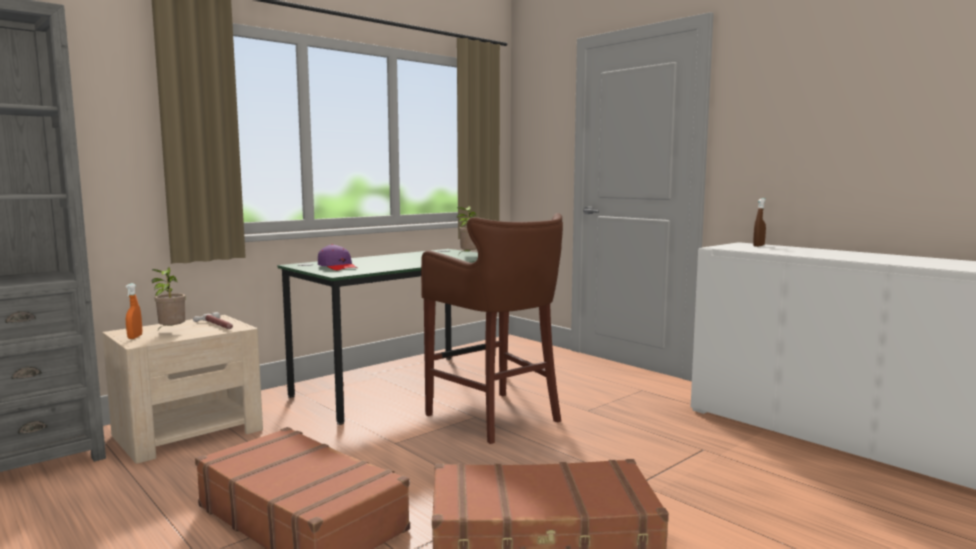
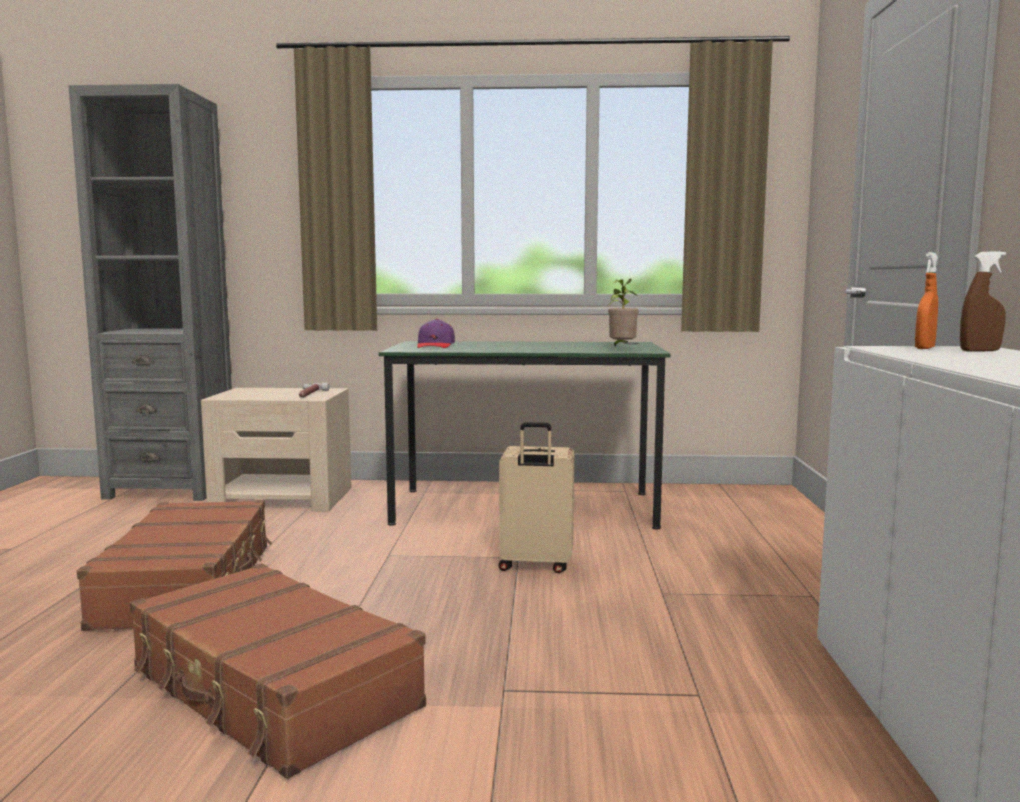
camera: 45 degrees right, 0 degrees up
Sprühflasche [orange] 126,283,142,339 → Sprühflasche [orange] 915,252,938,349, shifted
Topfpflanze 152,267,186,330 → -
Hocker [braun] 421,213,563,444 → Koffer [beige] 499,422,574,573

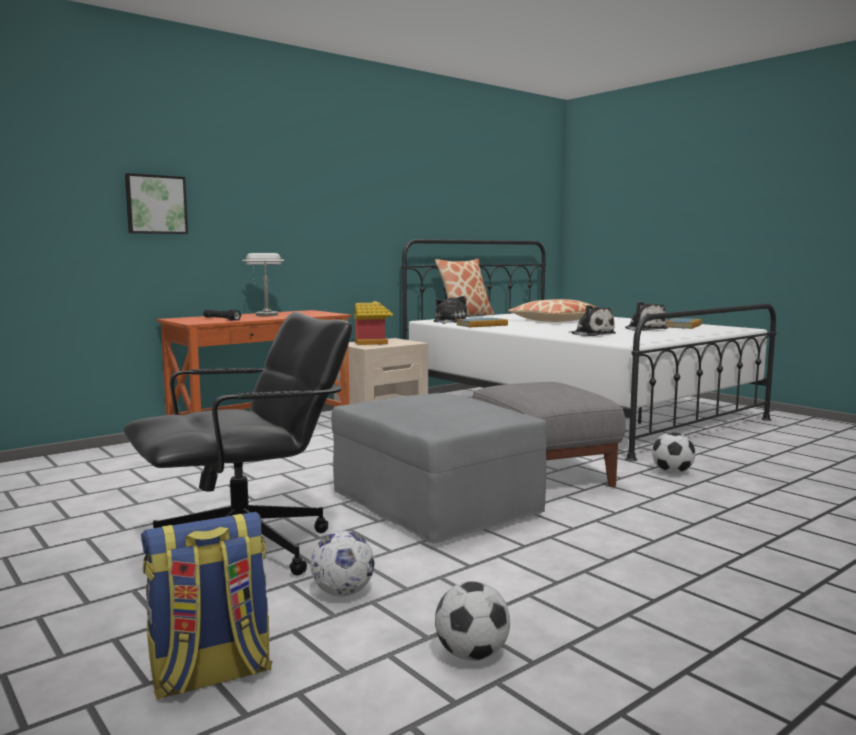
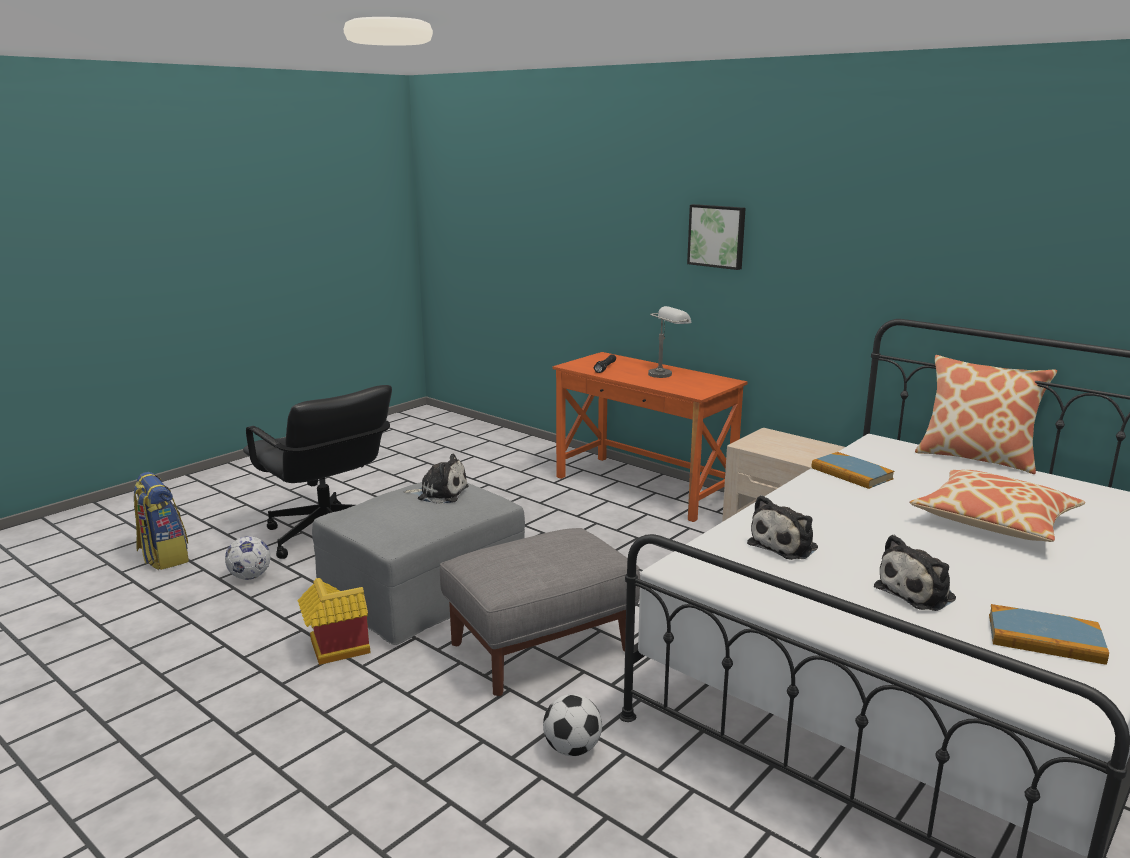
camera: 80 degrees right, 10 degrees up
Bild 125,173,188,234 → Bild 687,204,746,270, shifted
Spielzeughaus 354,301,393,345 → Spielzeughaus 297,578,370,665, shifted
Plüschtier 434,296,467,324 → Plüschtier 404,454,469,504, shifted
Fußball 435,581,510,661 → -

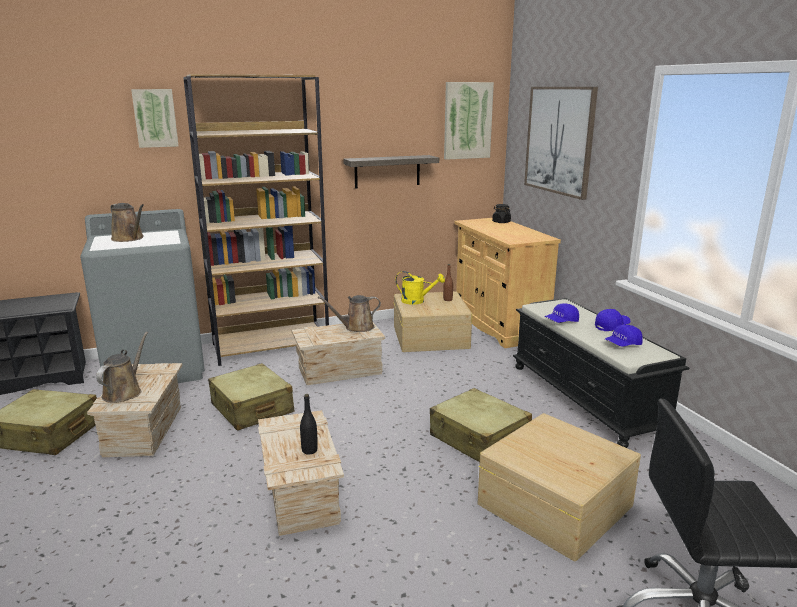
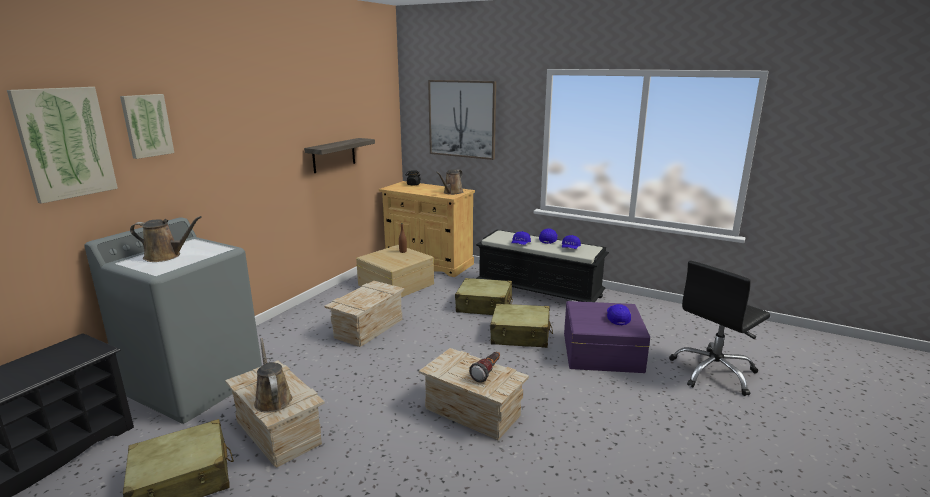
camera: 40 degrees left, 0 degrees up
Bücherregal [braun] 183,74,329,366 → -
Koffer [beige] 208,363,294,431 → Koffer [beige] 455,278,513,315, shifted
Flasche [schwarz] 300,394,318,455 → Taschenlampe 469,352,500,383
Gießkanne [braun] 318,295,381,332 → Gießkanne [braun] 436,169,463,195, shifted
Gießkanne [gelb] 395,271,445,305 → -
Bild 444,82,494,160 → Bild 7,87,118,204, shifted
Aufbewahrungsbox [beige] 478,413,641,561 → Aufbewahrungsbox [lila] 564,301,650,373
- → Kappe [blau] 607,304,631,325

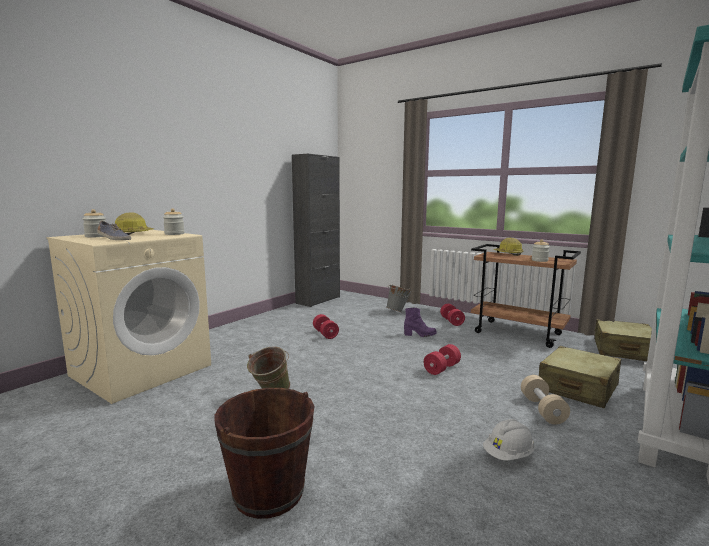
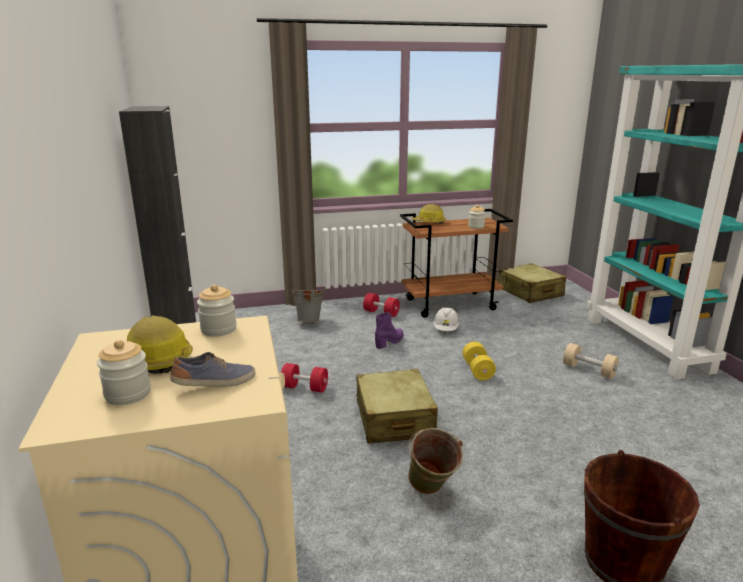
camera: 50 degrees left, 10 degrees up
Hantel [rot] 424,344,461,375 → Hantel [gelb] 463,342,496,381
Schutzhelm [weiß] 483,419,535,461 → Schutzhelm [weiß] 433,307,460,331, shifted
Koffer [beige] 539,346,621,408 → Koffer [beige] 356,369,438,444, shifted

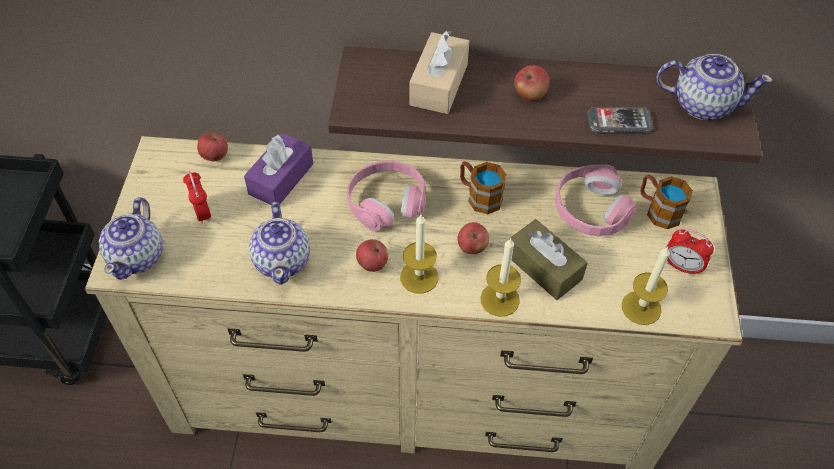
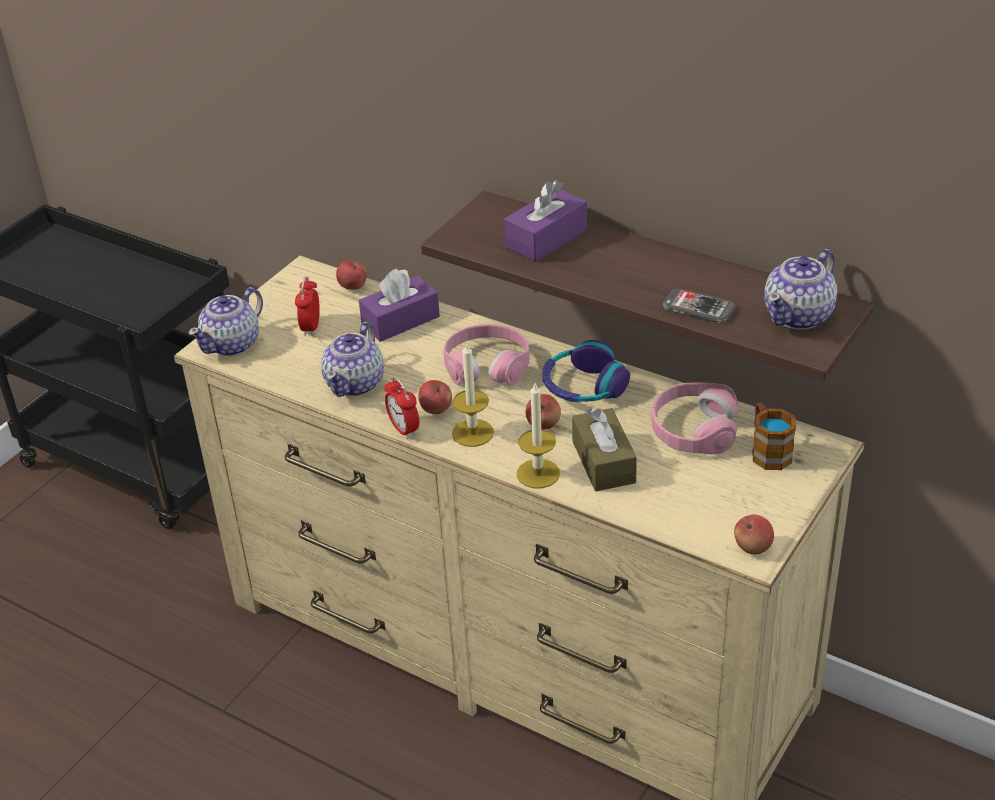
camera: 30 degrees right, 15 degrees down
Taschentuchbox [beige] 409,30,469,114 → Taschentuchbox [lila] 504,180,587,262
Henkelbecher 460,161,507,214 → Kopfhörer 542,340,630,402
Apfel 514,65,550,101 → Apfel 734,514,774,555, shifted
Kerze 622,247,670,325 → -
Teekanne 657,54,773,120 → Teekanne 764,249,837,330, 90 degrees clockwise
Wecker 667,229,714,276 → Wecker 384,376,419,439, shifted

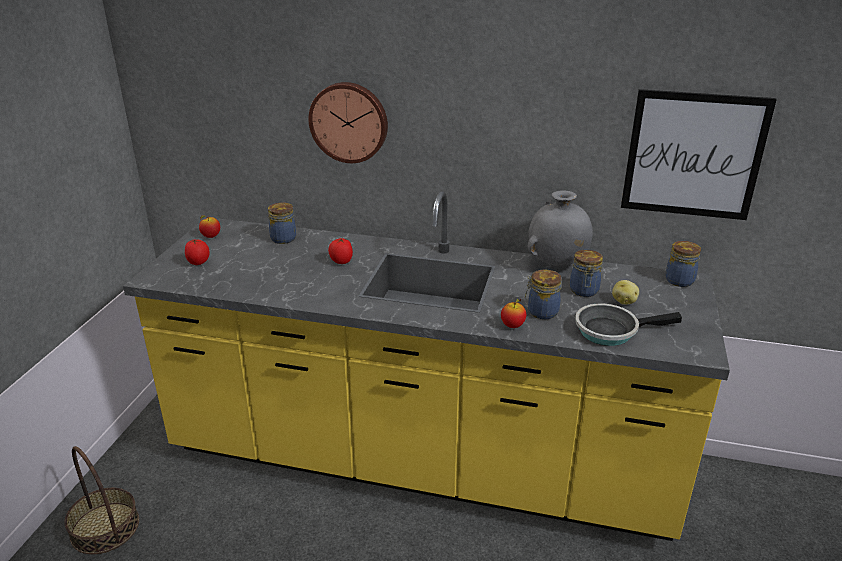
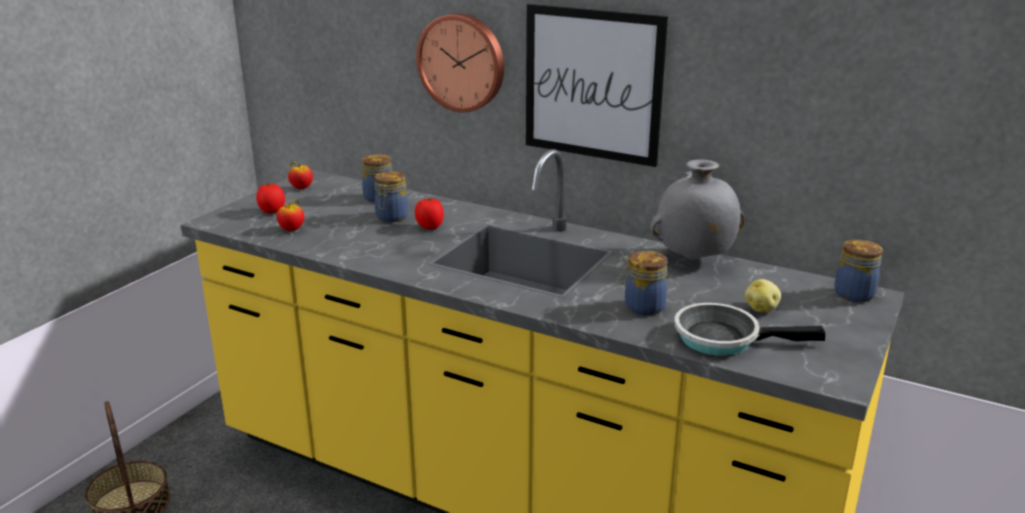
camera: 15 degrees right, 5 degrees down
Apfel 501,298,526,328 → Apfel 277,200,304,231, shifted
Vorratsglas 570,250,603,297 → Vorratsglas 374,171,408,222, shifted
Bild 621,89,777,220 → Bild 526,4,668,167, shifted

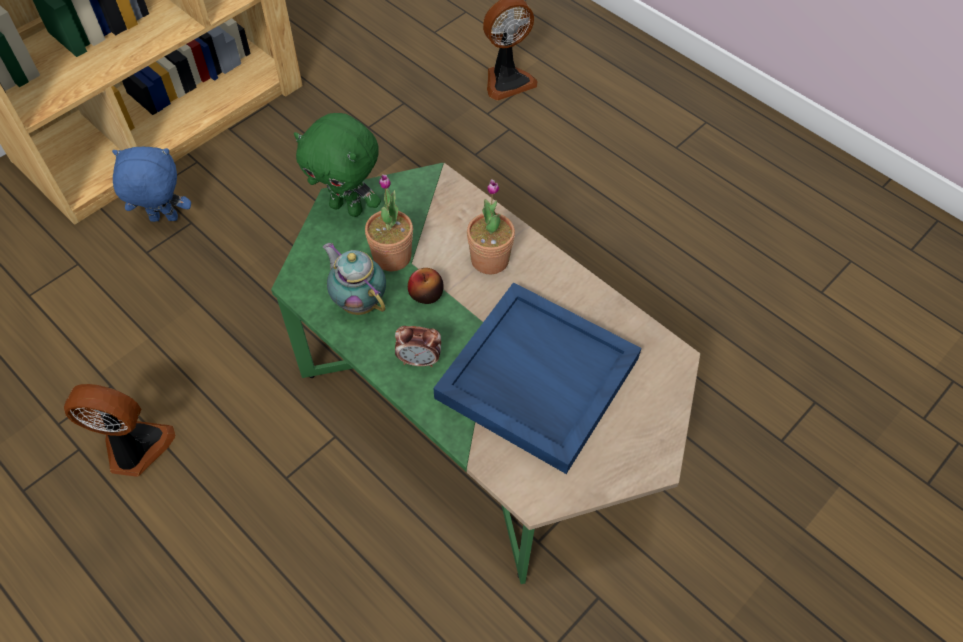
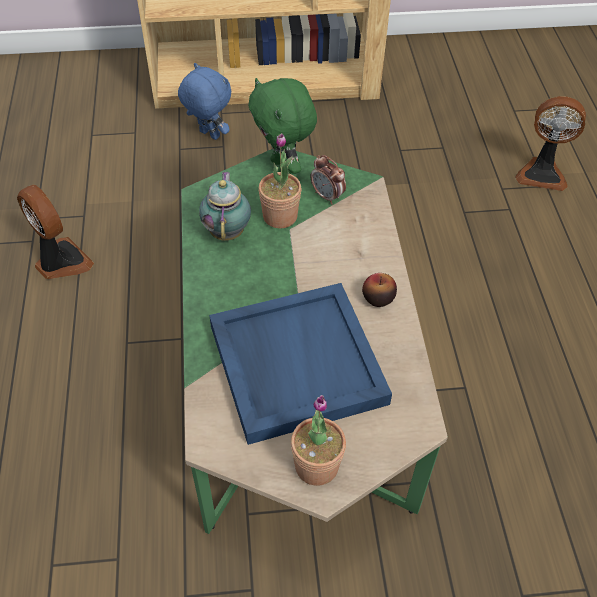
camera: 40 degrees right, 5 degrees down
Wecker 395,326,441,367 → Wecker 310,155,346,205, shifted
Apfel 408,268,444,304 → Apfel 362,273,397,307, shifted
Topfpflanze 467,179,515,274 → Topfpflanze 291,395,346,486, shifted

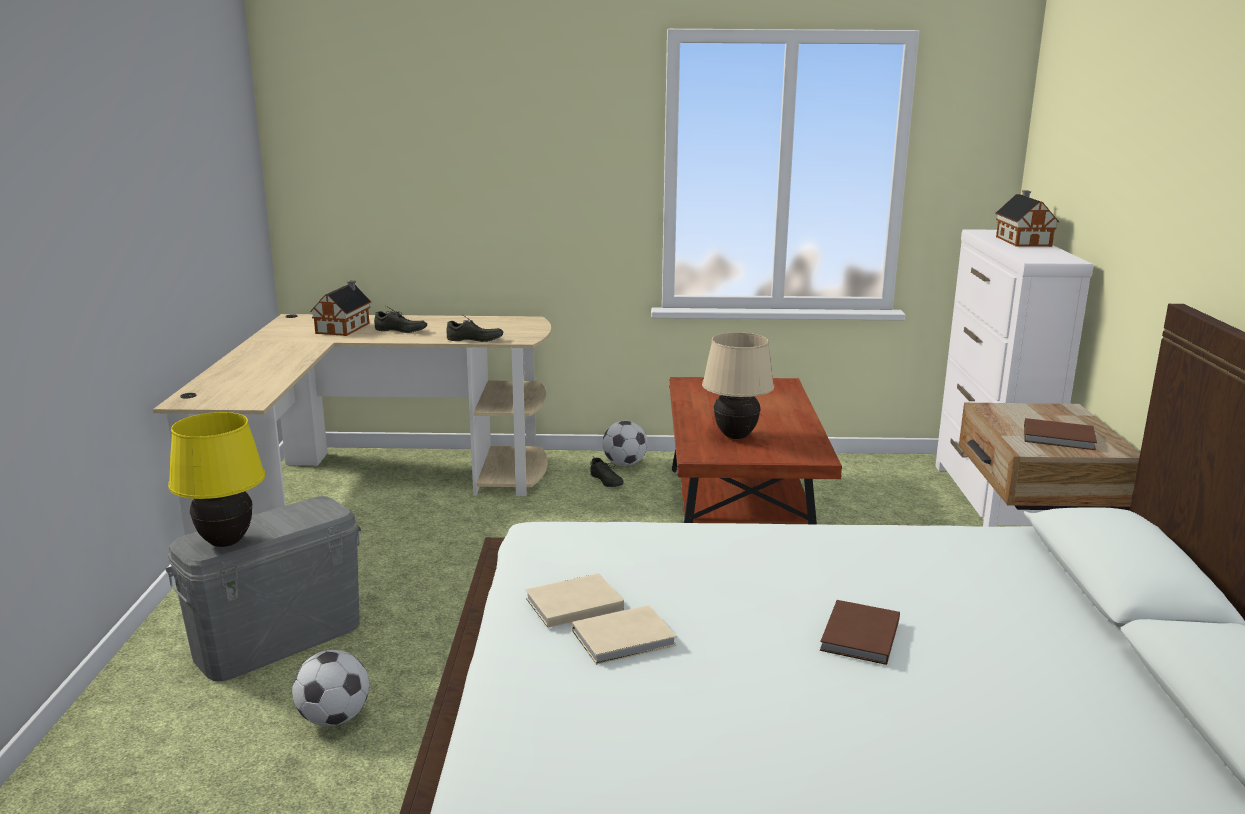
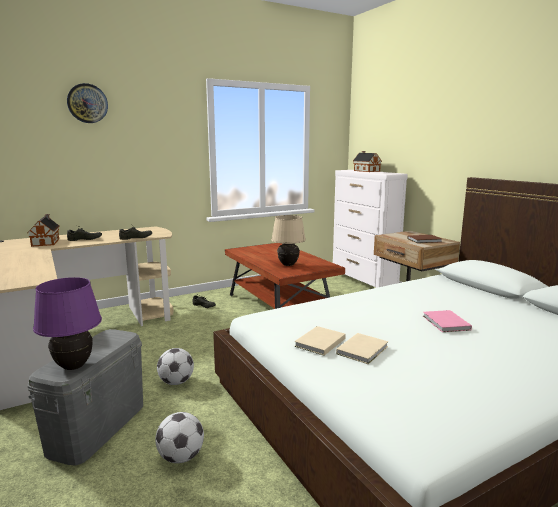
camera: 30 degrees left, 5 degrees down
Tischlampe [gelb] 168,412,265,547 → Tischlampe [lila] 33,277,102,370
Fußball 602,421,648,466 → Fußball 157,348,194,385, shifted
Buch [braun] 820,600,900,665 → Buch [rosa] 423,310,472,332
- → Wanduhr 67,83,108,123

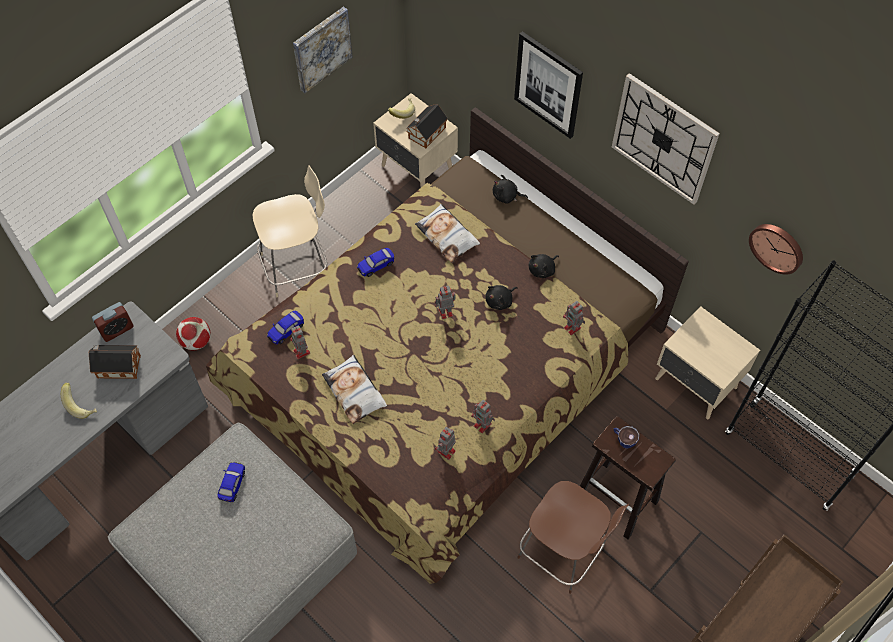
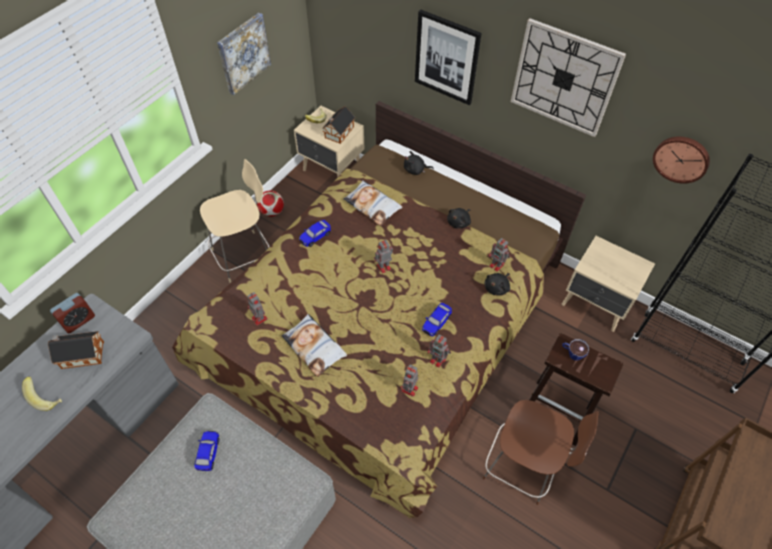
camera: 10 degrees left, 5 degrees down
Fußball 176,317,211,350 → Fußball 257,190,284,217, shifted
Spielzeugauto 267,311,304,345 → Spielzeugauto 422,303,452,337, shifted
Plüschtier [schwarz] 485,285,518,310 → Plüschtier [schwarz] 484,273,510,296, shifted

